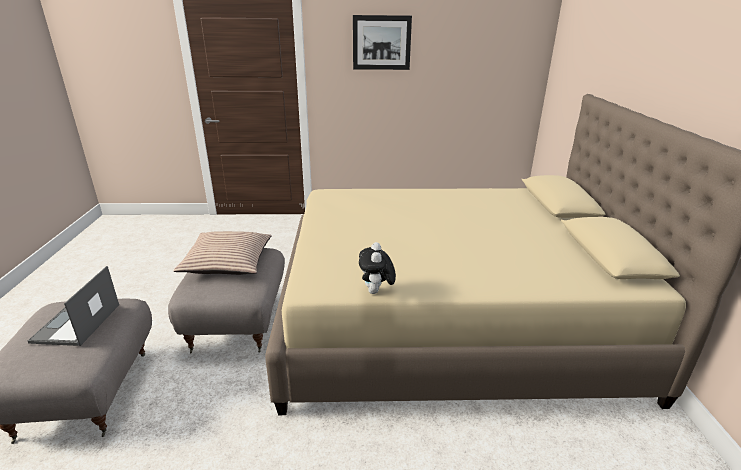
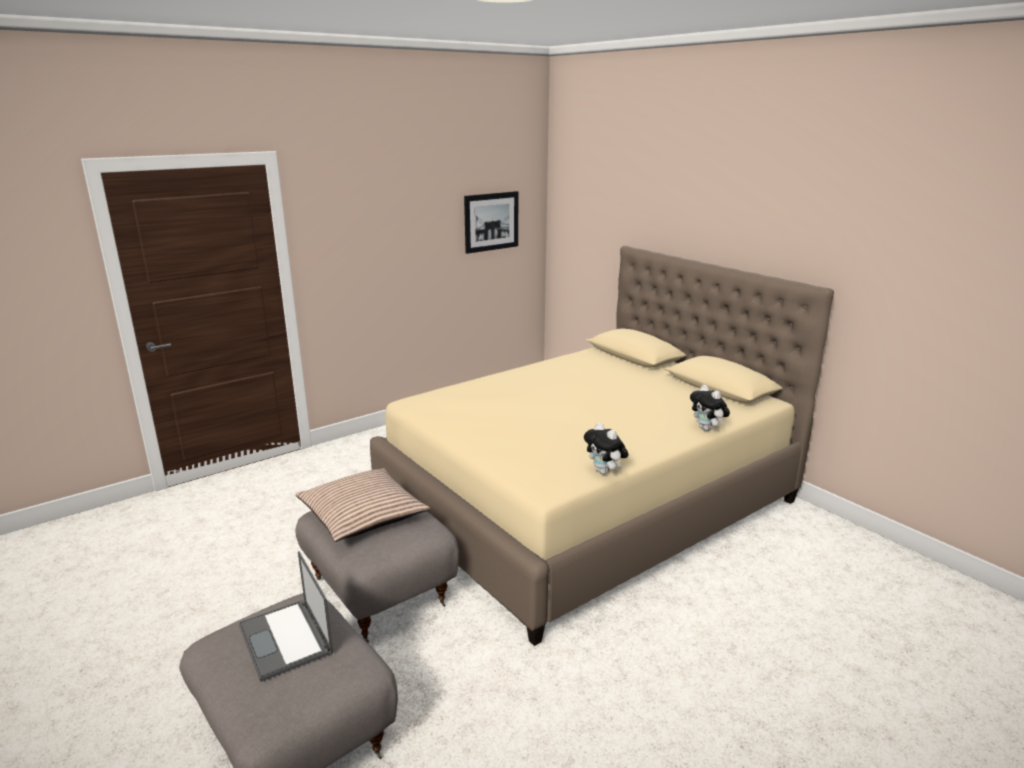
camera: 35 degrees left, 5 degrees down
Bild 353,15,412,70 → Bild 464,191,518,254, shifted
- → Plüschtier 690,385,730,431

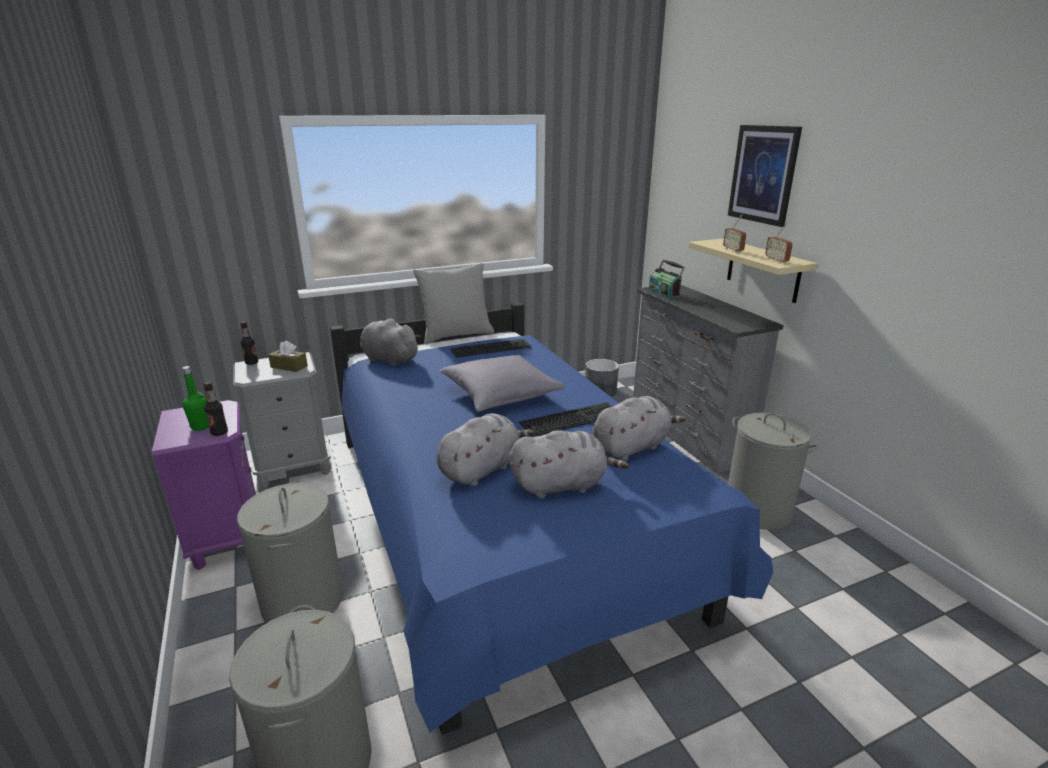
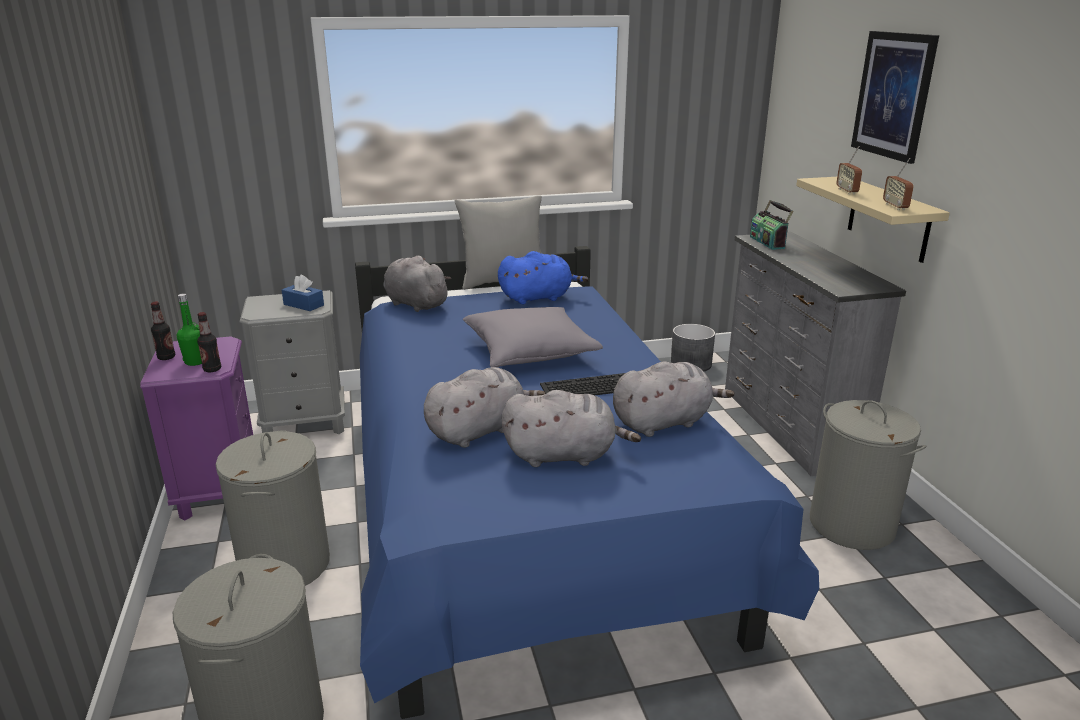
camera: 10 degrees right, 0 degrees up
Flasche 240,321,258,365 → Flasche 151,302,175,360, shifted
Taschentuchbox [braun] 268,340,308,372 → Taschentuchbox [blau] 282,274,324,311
Tastatur 450,339,532,358 → Plüschtier [blau] 498,251,589,304

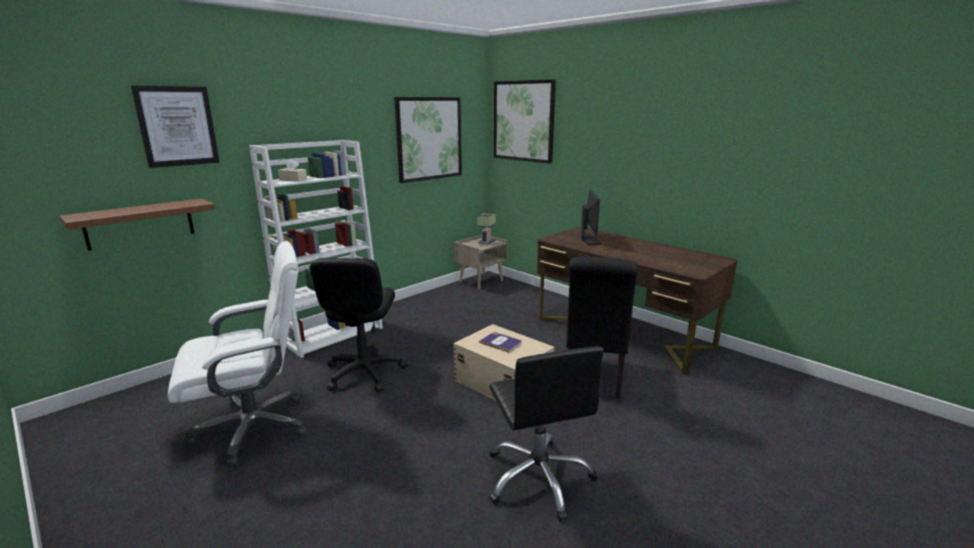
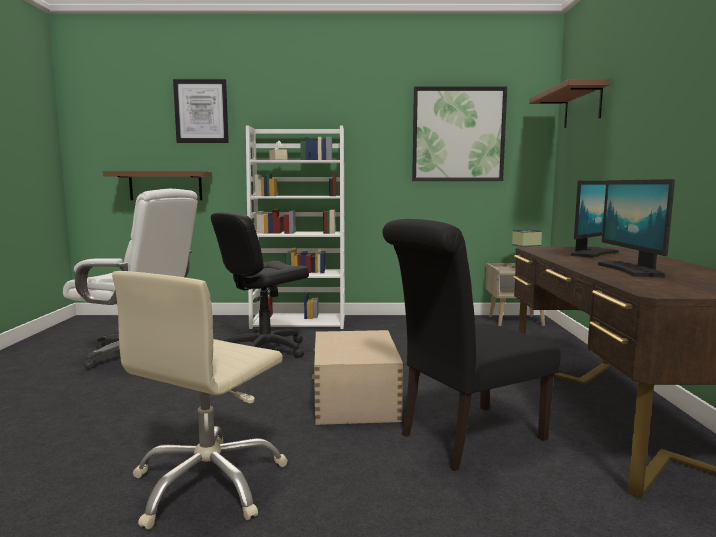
camera: 45 degrees right, 10 degrees down
Buch 479,332,522,353 → -
Bürostuhl [schwarz] 489,346,604,521 → Bürostuhl [beige] 112,271,288,529
Bild 494,79,556,164 → Wandregal [braun] 529,79,610,128
- → Monitor 598,179,675,277

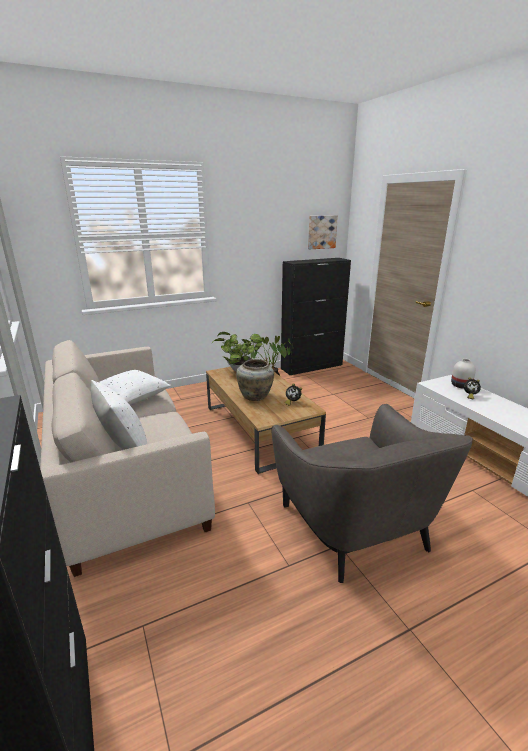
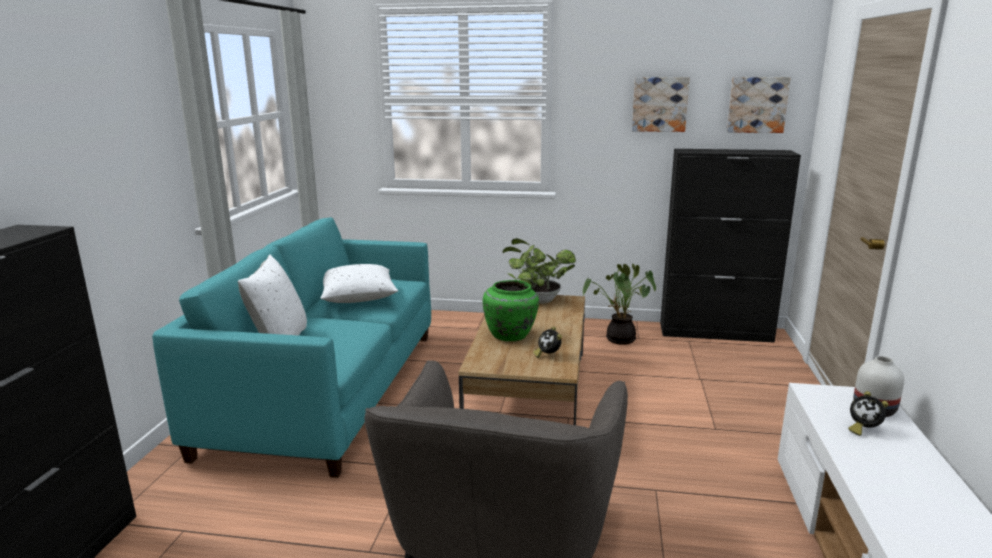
camera: 35 degrees right, 5 degrees down
Sofa [beige] 40,340,215,577 → Sofa [türkis] 152,217,431,478
Vase [beige] 236,359,274,401 → Vase [grün] 483,280,539,341
- → Bild 632,77,690,132

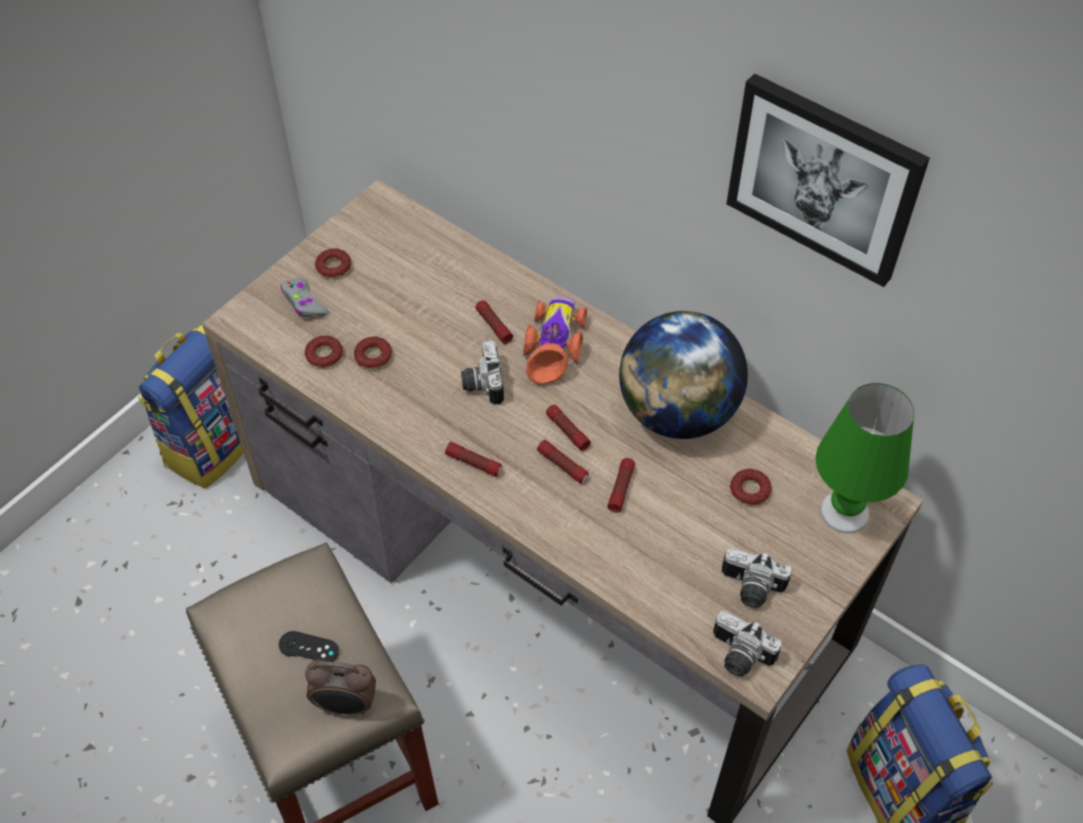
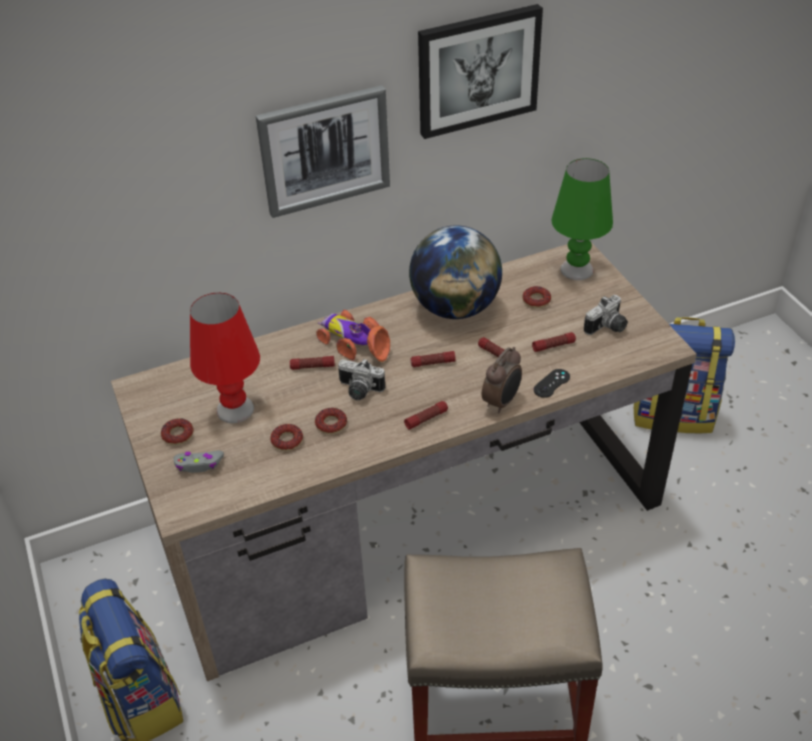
camera: 60 degrees left, 10 degrees down
Gamepad [schwarz] 279,631,339,662 → Gamepad [schwarz] 534,369,570,398, shifted
Donut 305,336,343,368 → Donut 315,408,347,434, shifted
Wecker 305,659,376,715 → Wecker 482,347,522,414, shifted
Taschenlampe 537,440,589,484 → Taschenlampe 532,332,576,352, shifted
Kamera 713,610,782,677 → -
- → Tischlampe [rot] 190,293,260,423
- → Bild 256,85,390,218

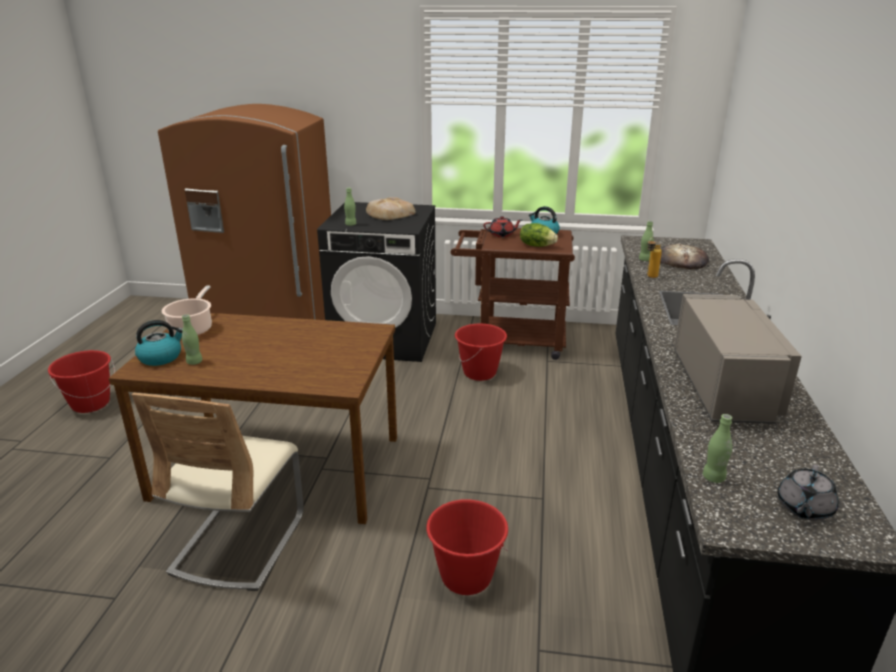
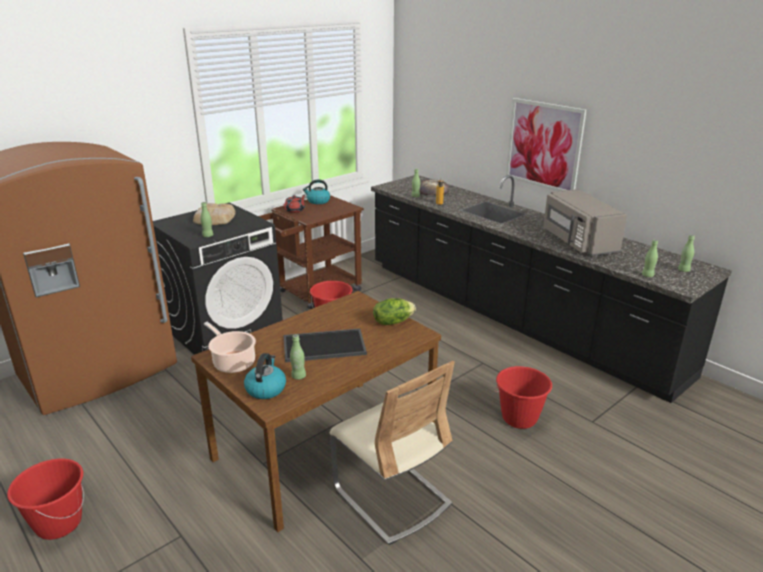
camera: 50 degrees left, 0 degrees up
Salatkopf 520,223,558,247 → Salatkopf 373,298,416,325, shifted
Mikrowelle [grau] 674,294,802,424 → Mikrowelle [grau] 543,189,627,256, 150 degrees counterclockwise
Teekanne [grau] 778,464,839,521 → Flasche [grün] 678,235,695,272
- → Tablett 283,328,367,362
- → Bild 506,98,586,191

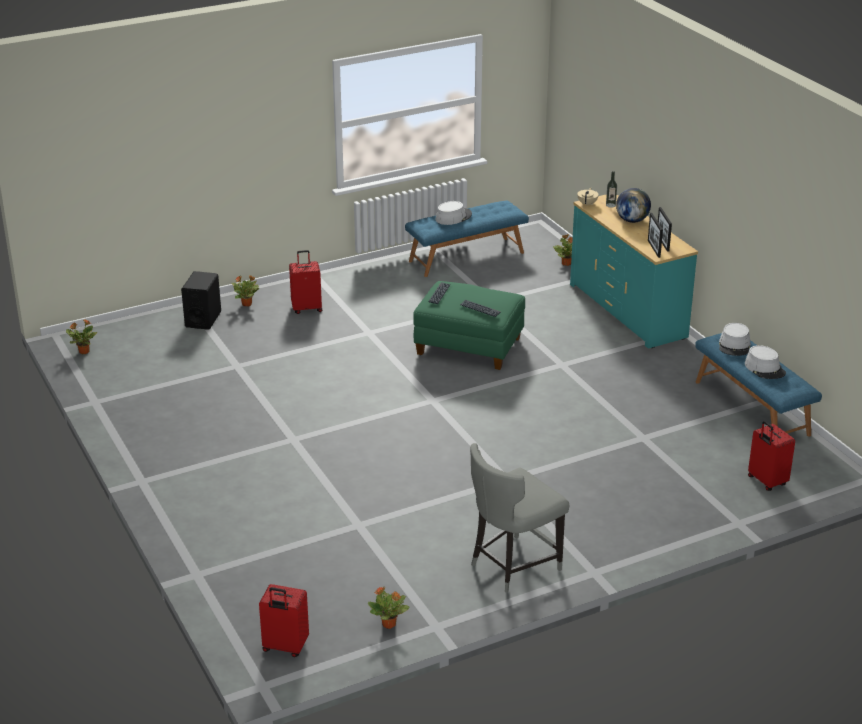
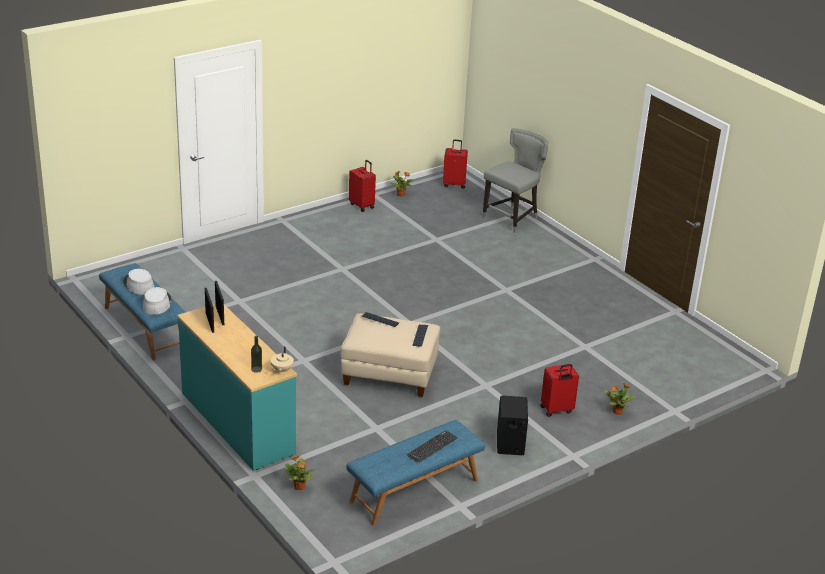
camera: 170 degrees right, 0 degrees up
Topfpflanze 66,319,97,354 → -
Lautsprecher [schwarz] 181,271,221,330 → Lautsprecher [schwarz] 497,395,528,455, shifted
Polsterhocker [grün] 413,281,525,370 → Polsterhocker [beige] 341,313,440,397
Hut [grau] 436,201,472,225 → Tastatur 407,430,457,463
Stuhl [grau] 470,443,569,593 → Stuhl [grau] 482,128,548,233, shifted
Globus 616,188,651,223 → -
Koffer [rot] 748,421,795,491 → Koffer [rot] 349,160,376,212, shifted

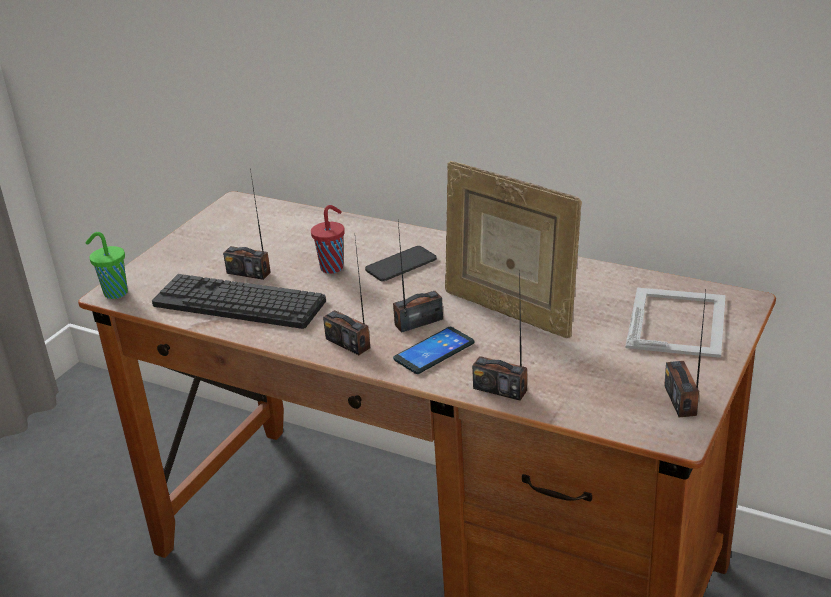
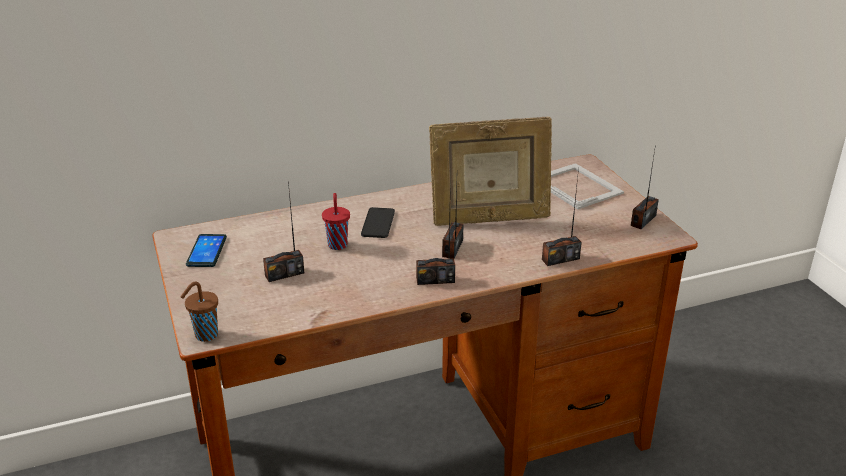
camera: 50 degrees left, 0 degrees up
Tasse [grün] 86,232,128,299 → Tasse [braun] 181,282,218,342
Tastatur 152,274,326,329 → -
Handy 393,327,474,374 → Handy 186,234,227,267, shifted
Radio 664,291,706,417 → Radio 631,144,659,229, 90 degrees clockwise

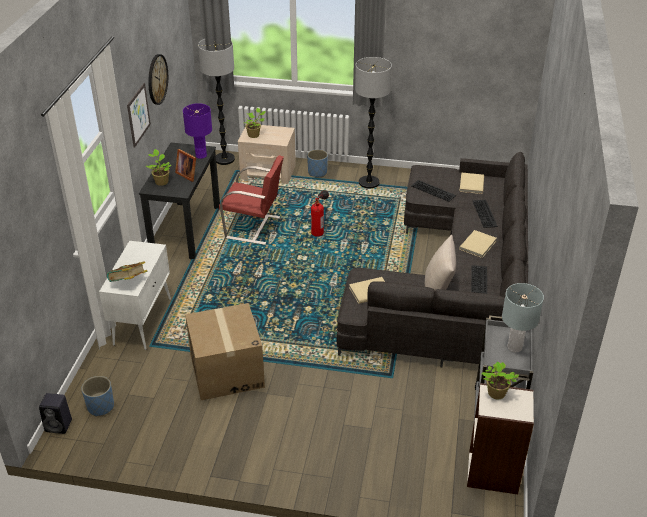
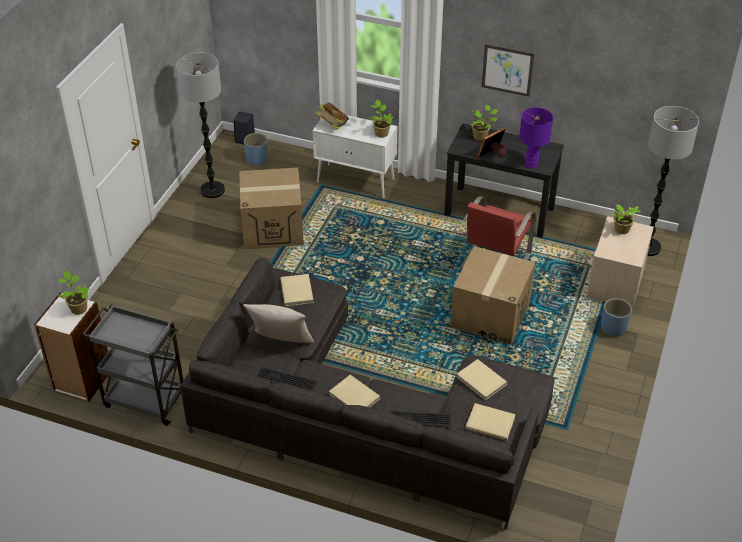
camera: 100 degrees right, 5 degrees up
Wanduhr 148,54,168,105 → -
Feuerlöscher 311,190,329,237 → Karton 450,246,535,345
Stehlampe 355,57,392,188 → Stehlampe 176,52,225,198, shifted
Tastatur 411,180,456,202 → Buch [beige] 457,359,507,400
Tischlampe [grau] 502,283,544,352 → -
- → Topfpflanze 369,100,394,138

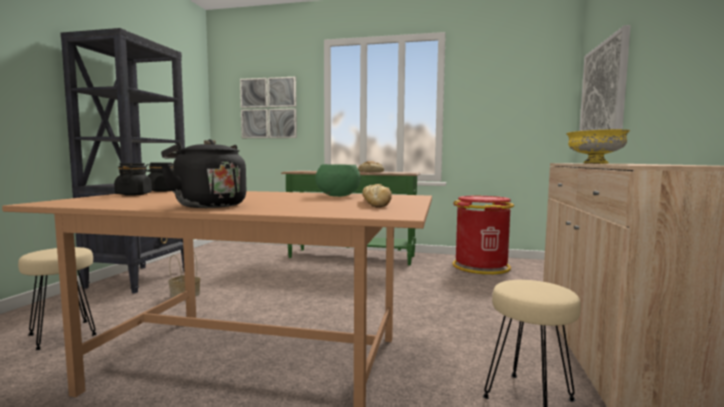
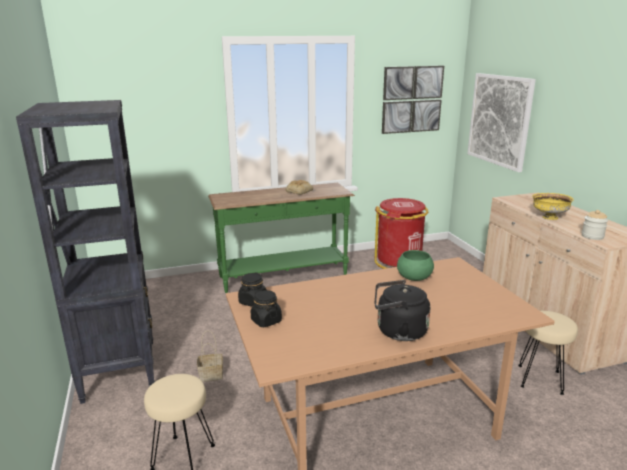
camera: 30 degrees left, 15 degrees up
Bild 240,77,297,138 → Bild 382,66,444,134, shifted
Brot 362,184,392,207 → -
- → Vorratsglas 582,210,608,240

